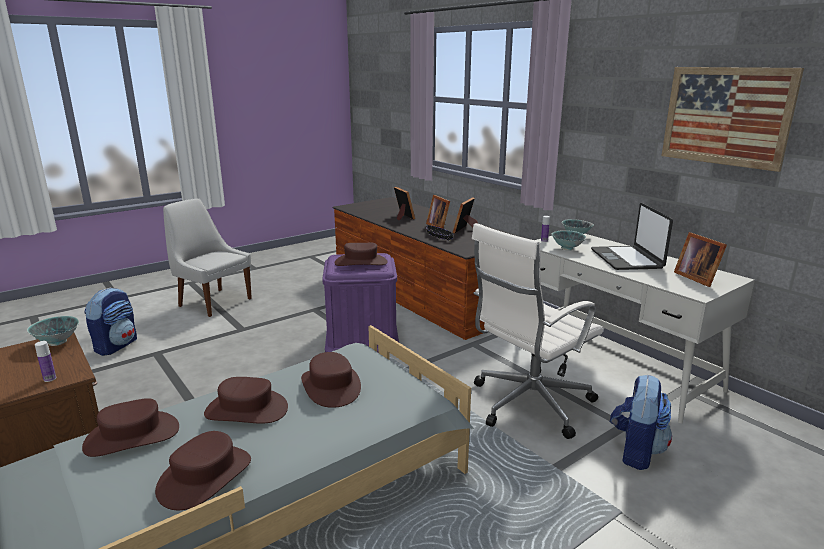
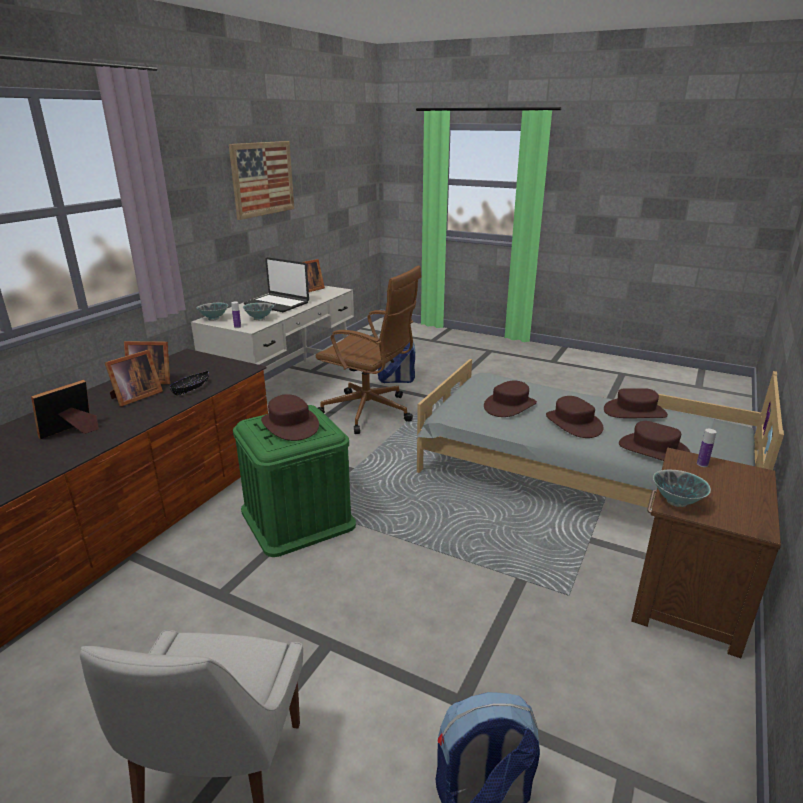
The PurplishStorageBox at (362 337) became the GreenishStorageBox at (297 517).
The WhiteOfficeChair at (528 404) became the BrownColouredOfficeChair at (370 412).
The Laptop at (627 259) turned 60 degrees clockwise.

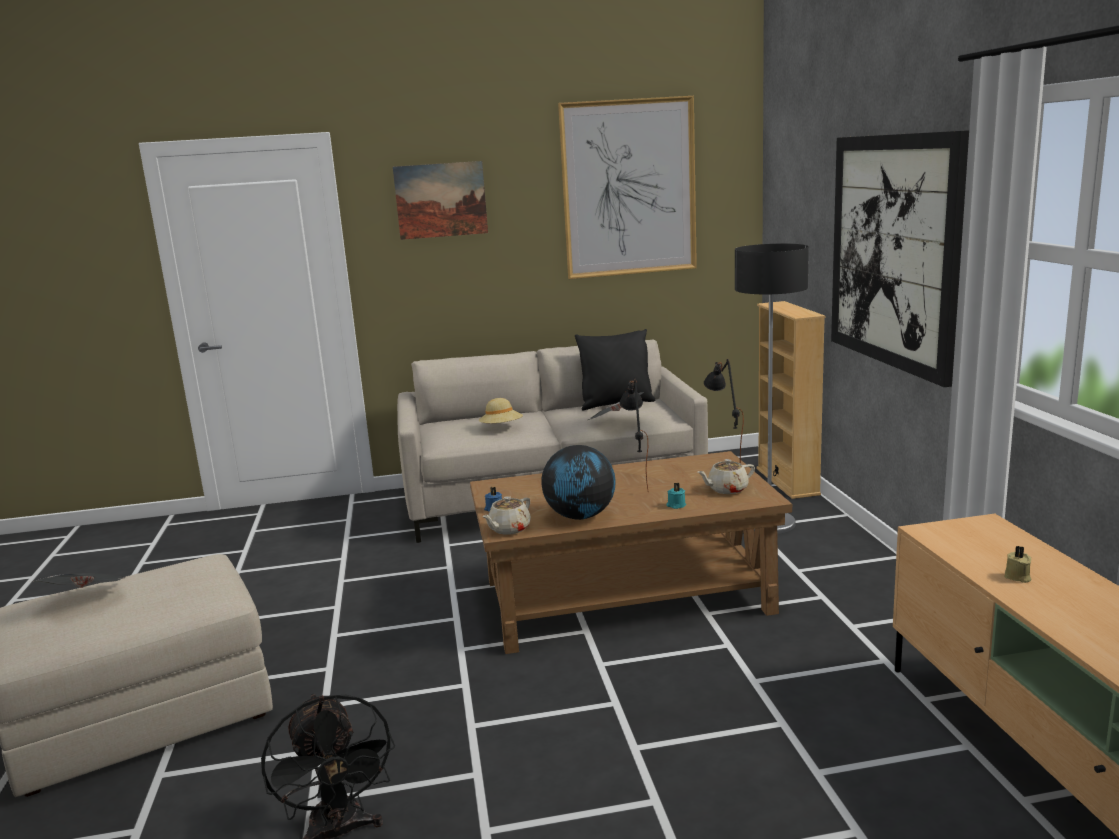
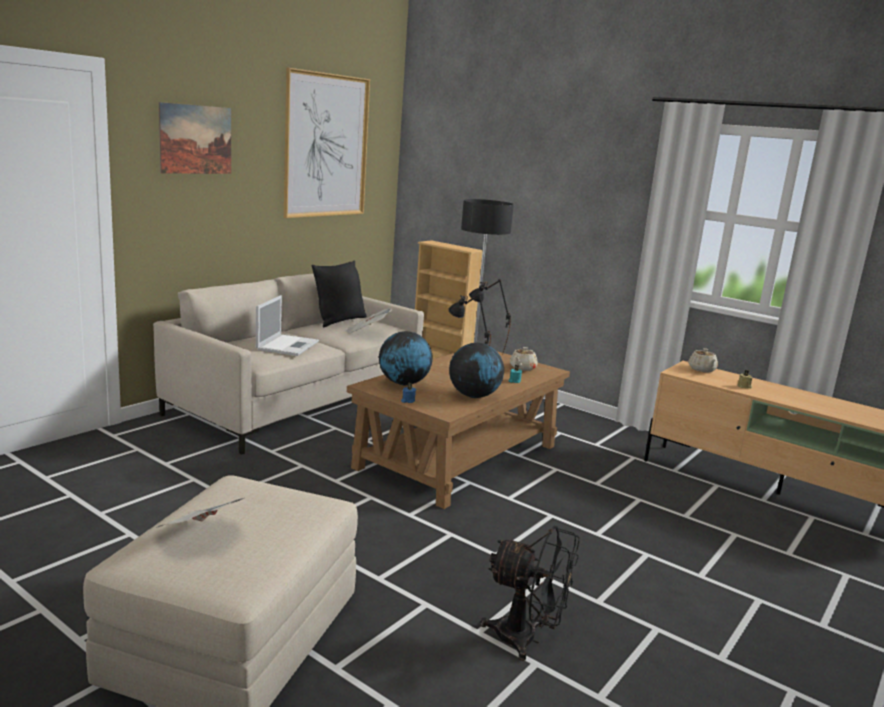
The WallArt at (893 251) disappeared.
The DeskGlobe at (403 383) appeared.
The BeigeColouredTeapot moved from (508 529) to (702 370).
The BeigeColouredWearableHat at (501 428) was replaced by the Laptop at (288 345).

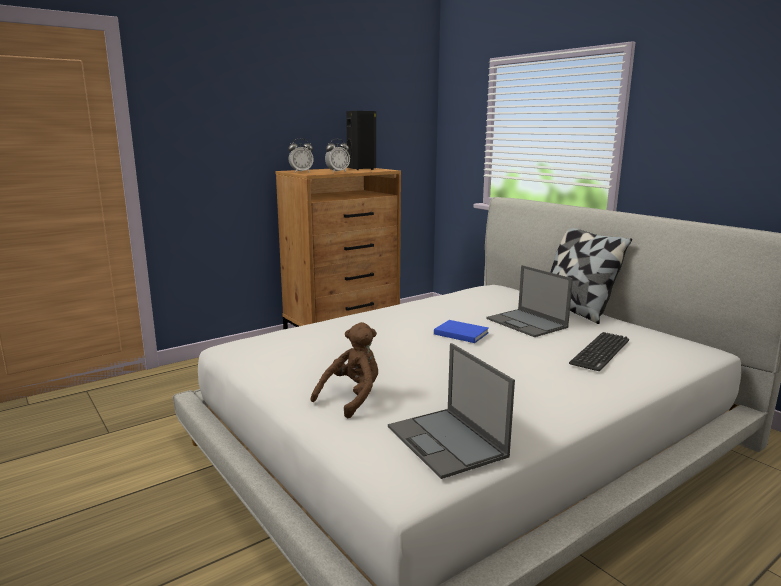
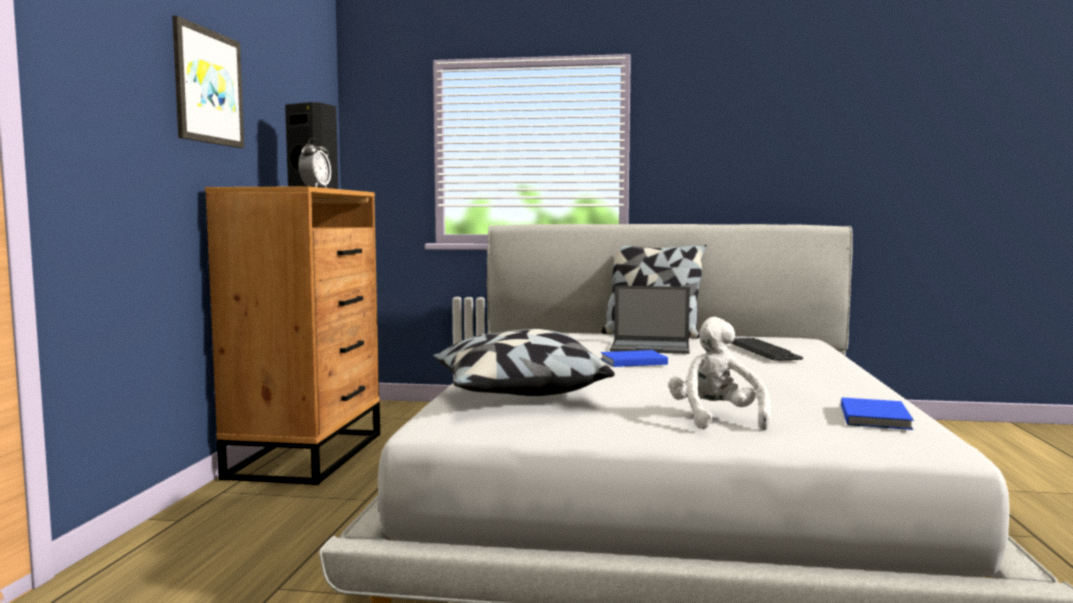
The BedsideClock at (301 172) disappeared.
The WallArt at (207 87) appeared.
The Cushion at (516 393) appeared.
The Laptop at (447 442) was replaced by the BluishBook at (876 417).
The BrownColouredPlushToy at (352 398) became the WhitePlushToy at (716 419).

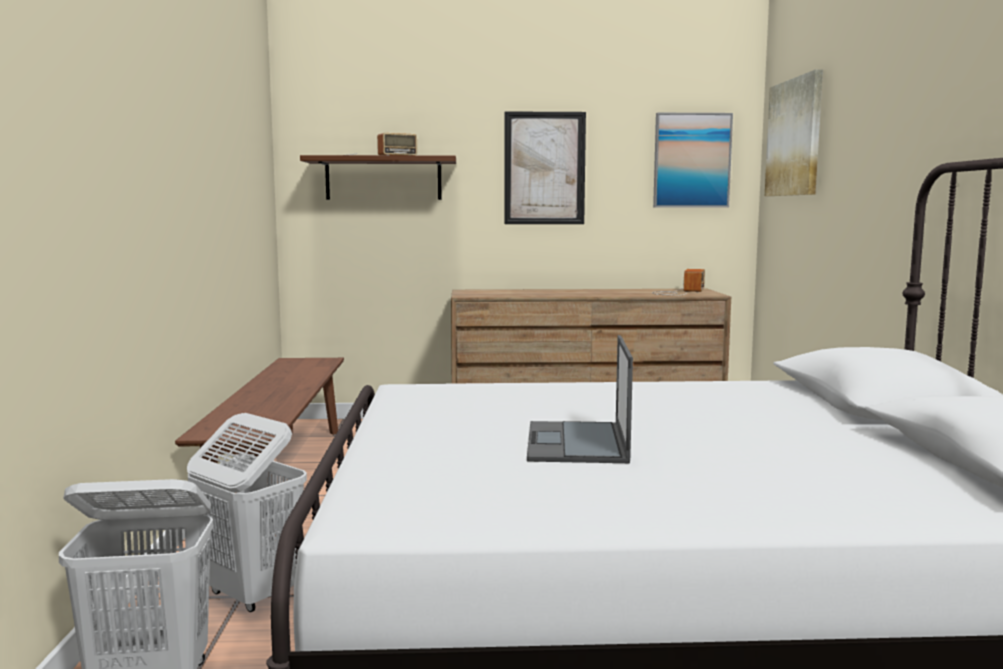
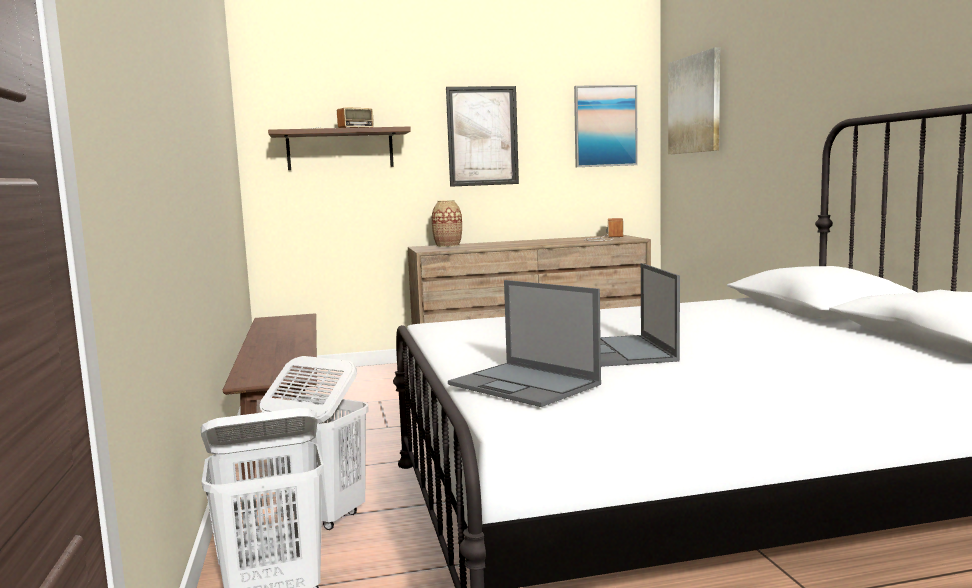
The DecorativeVase at (447 245) appeared.
The Laptop at (525 385) appeared.

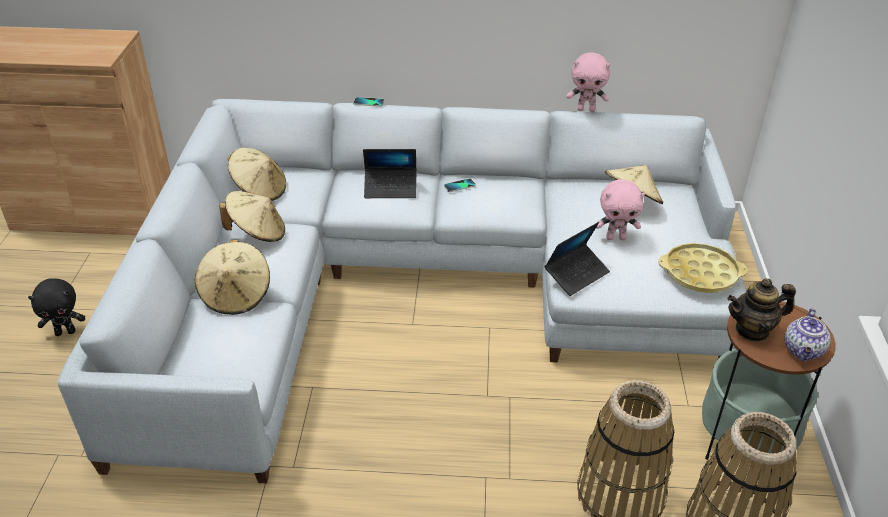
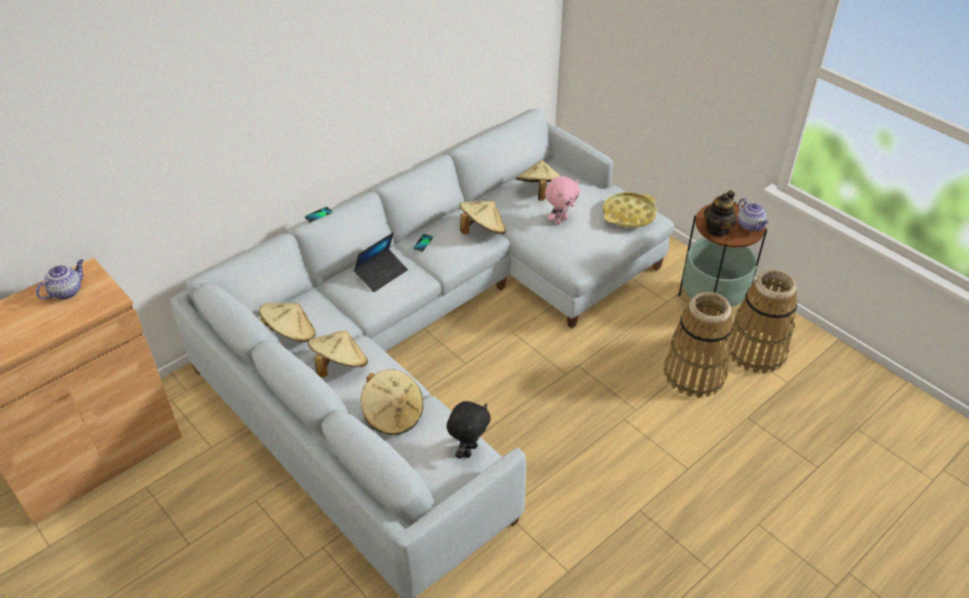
The Laptop at (576 274) disappeared.
The PinkishPlushToy at (586 109) disappeared.
The Teapot at (67 291) appeared.
The BeigeColouredWearableHat at (482 231) appeared.
The BlackColouredPlushToy moved from (66 332) to (469 450).

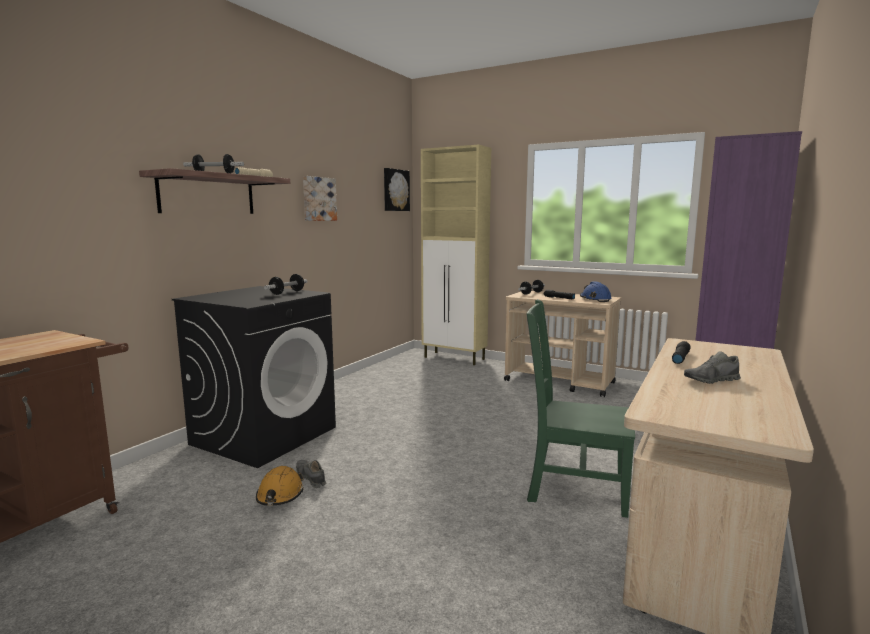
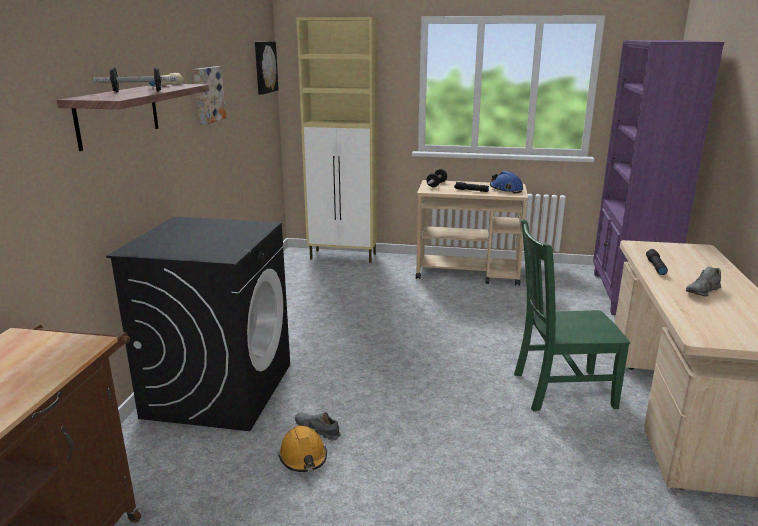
The FreeWeight at (287 292) disappeared.

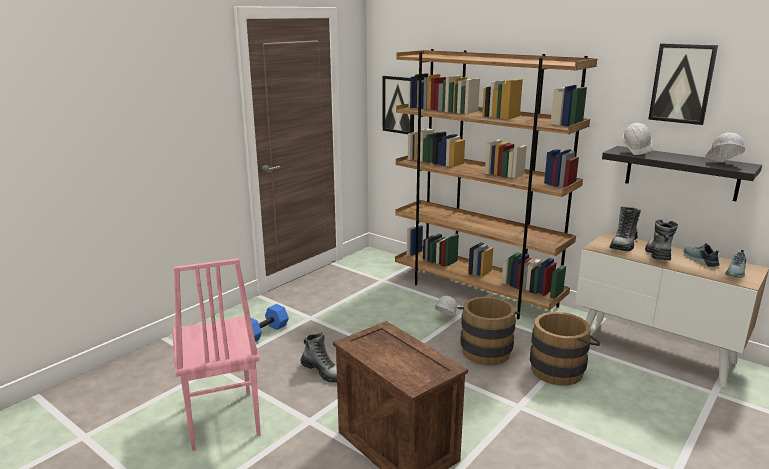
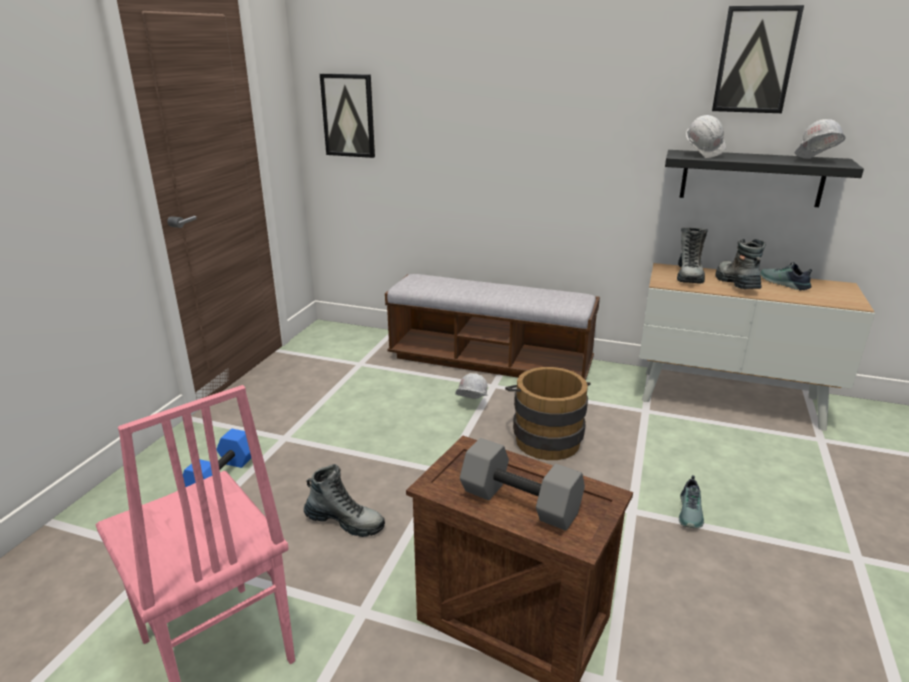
The BrownColouredWaterBucket at (560 369) disappeared.
The GreyishFreeWeight at (522 502) appeared.
The LowShoe moved from (736 272) to (691 512).
The BrownColouredBookshelf at (476 292) was replaced by the LongSeat at (490 361).

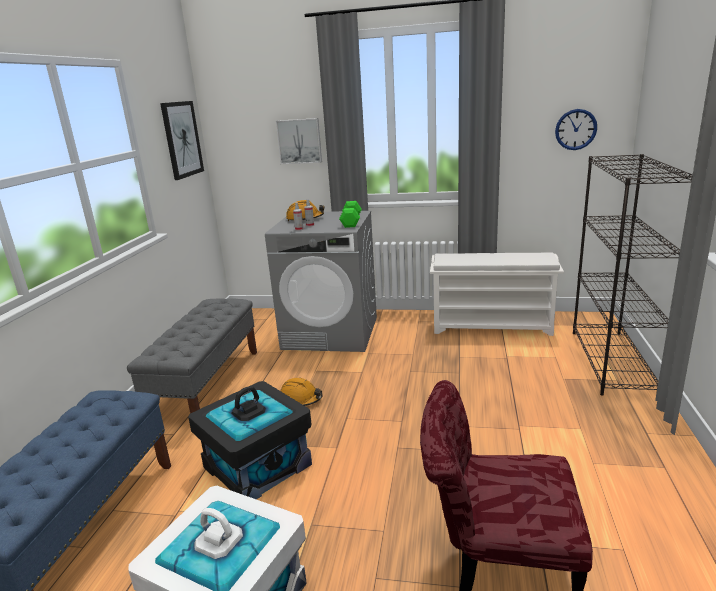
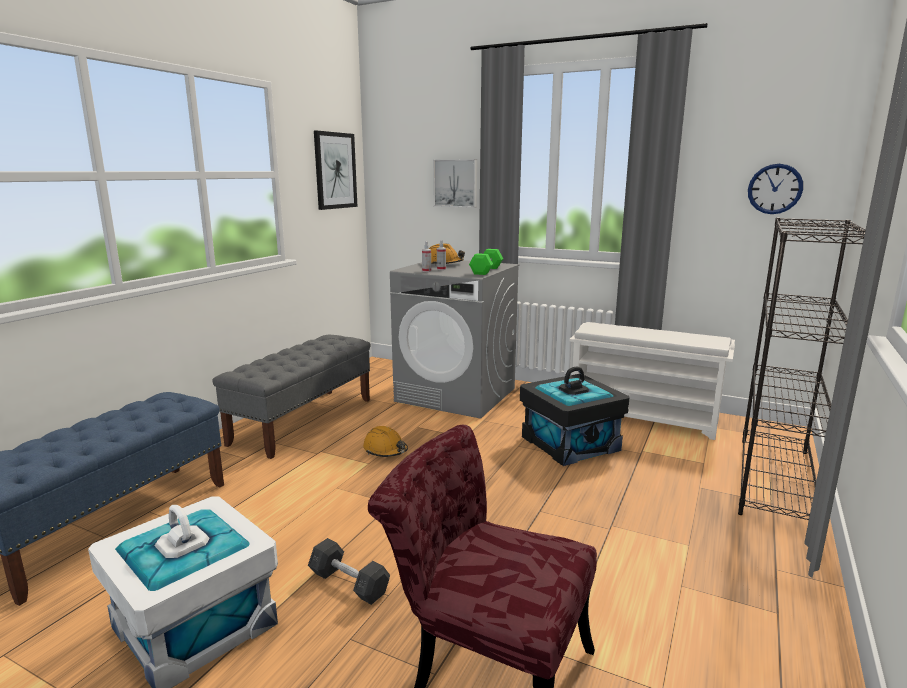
The GreyishFreeWeight at (349 583) appeared.
The BlackColouredStorageBox moved from (257 465) to (570 443).

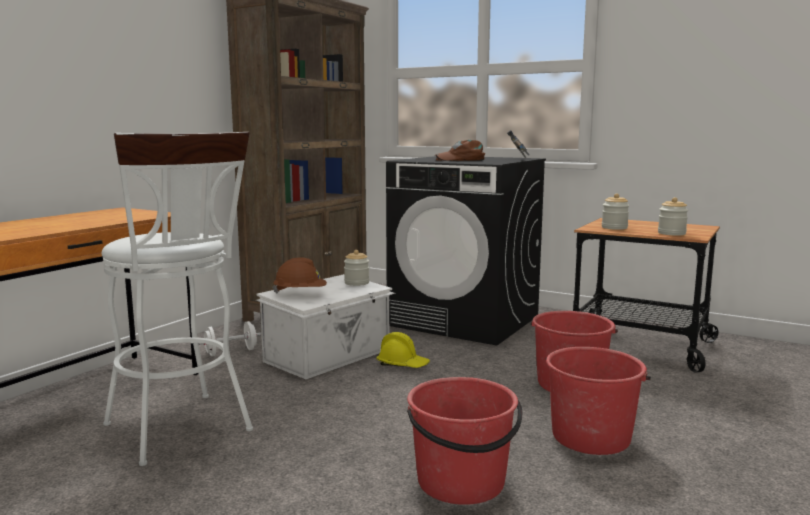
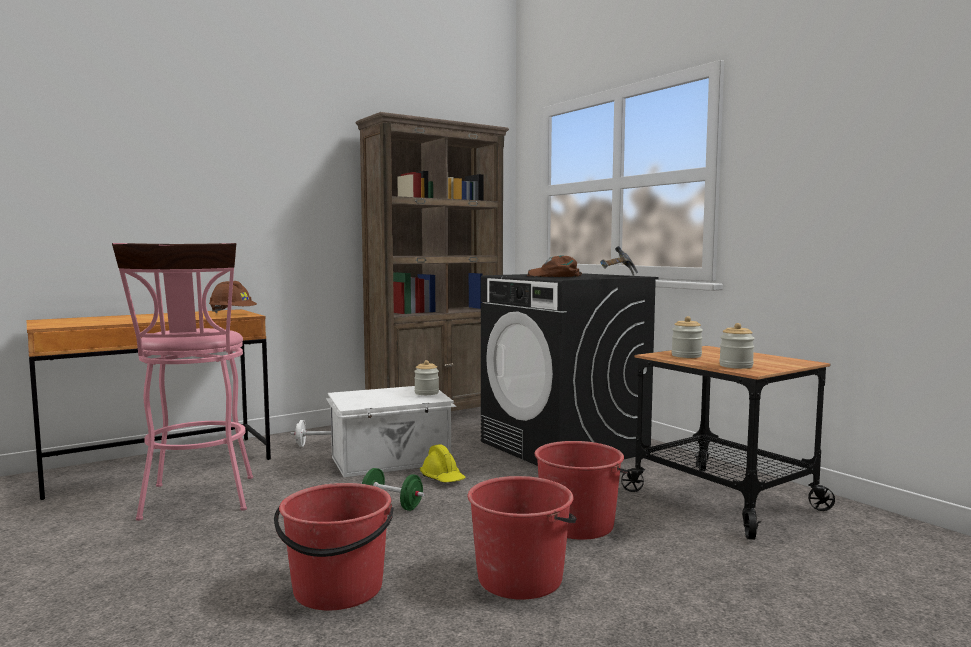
The GreenishFreeWeight at (392 505) appeared.
The BrownColouredHardHat moved from (300 293) to (232 314).
The WhiteStool at (183 431) became the PinkishStool at (198 501).

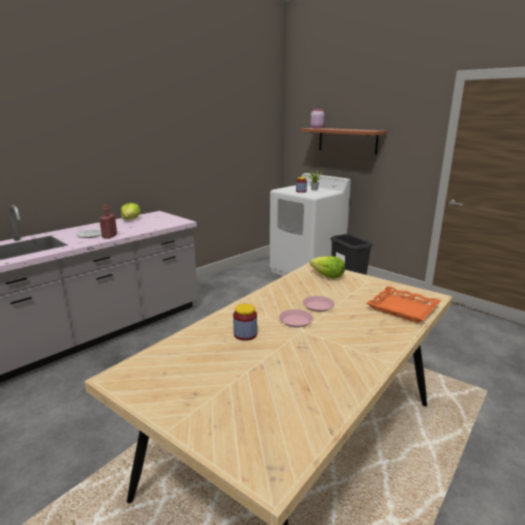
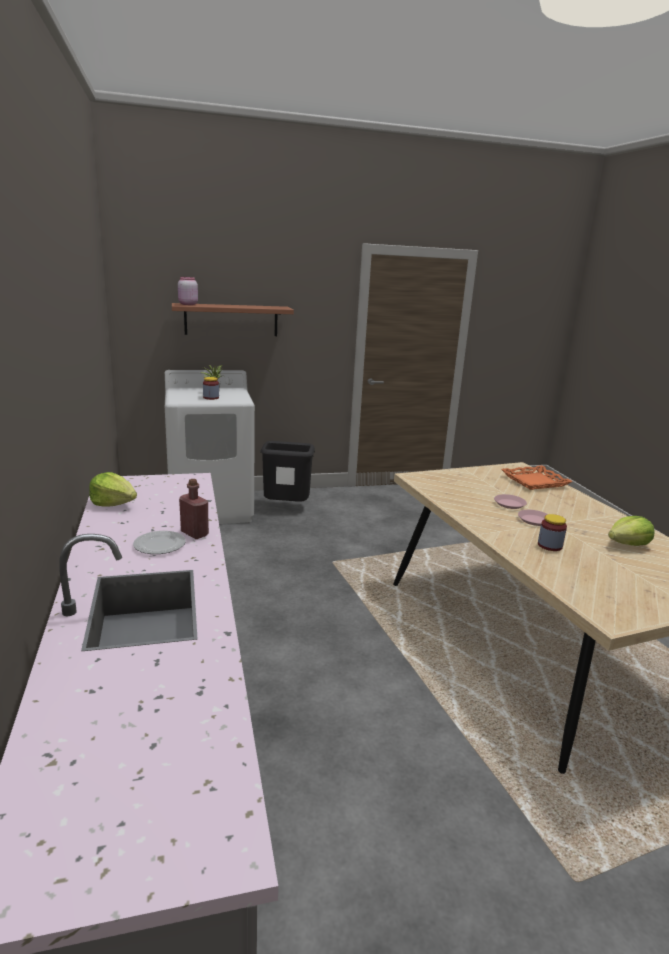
The Lettuce moved from (327 276) to (628 544).

